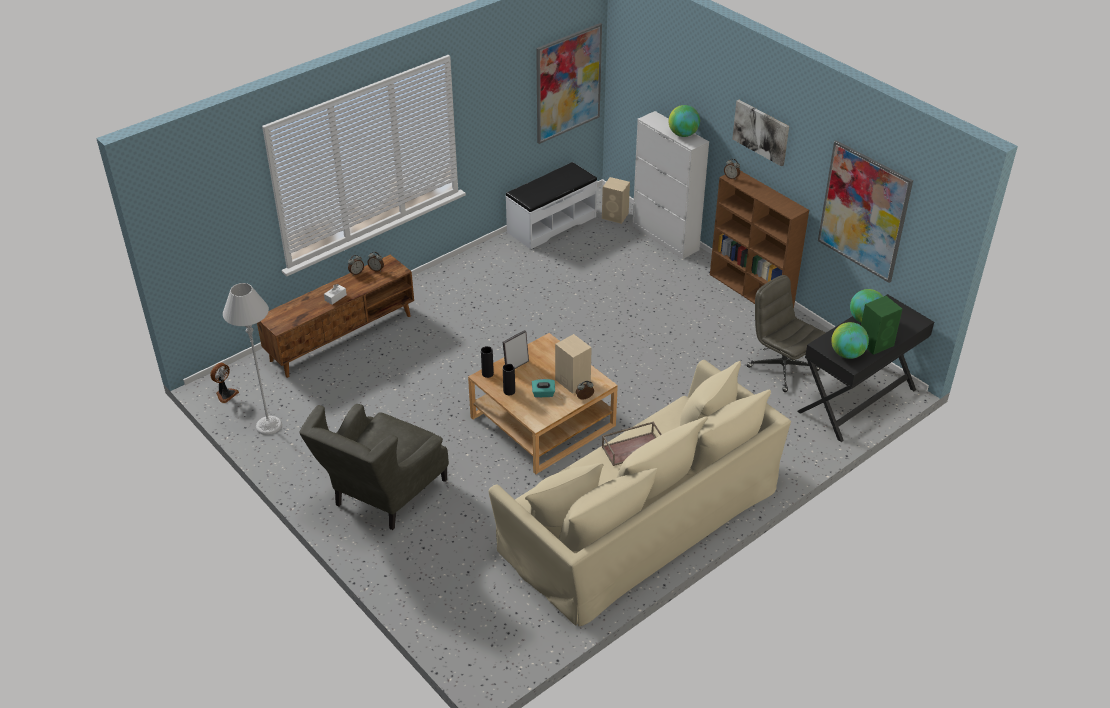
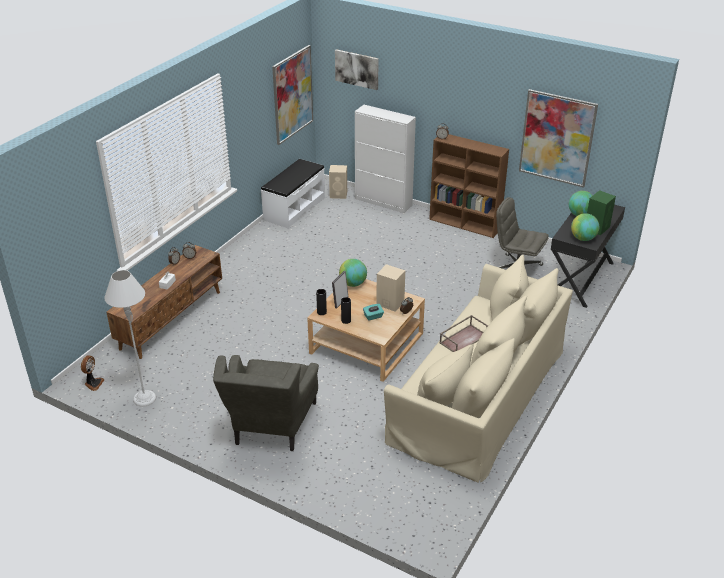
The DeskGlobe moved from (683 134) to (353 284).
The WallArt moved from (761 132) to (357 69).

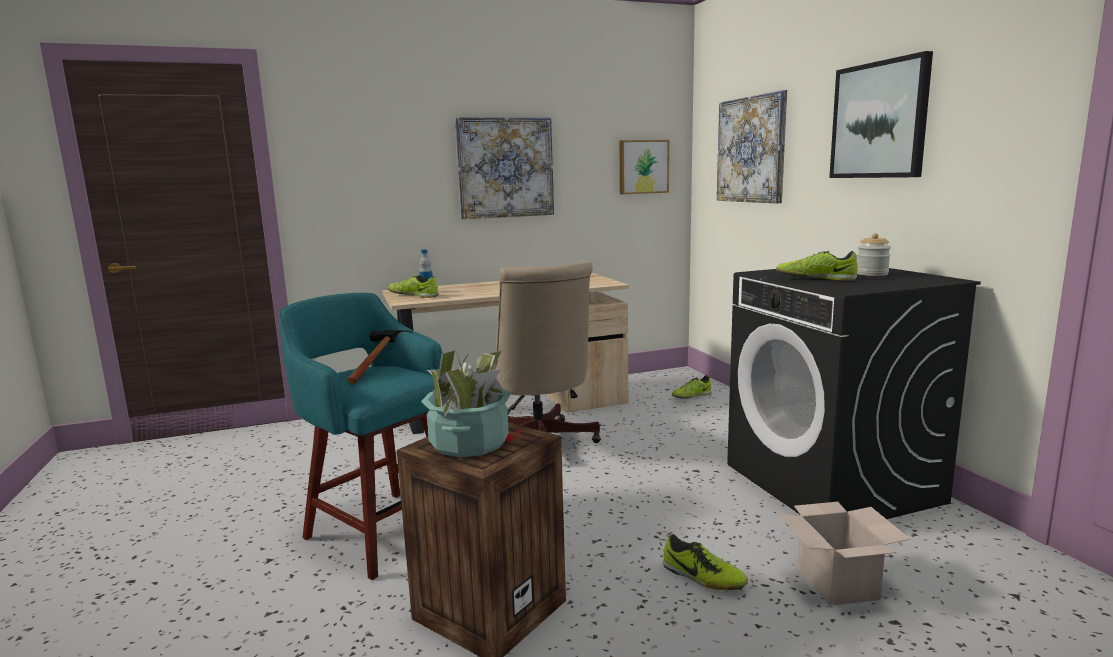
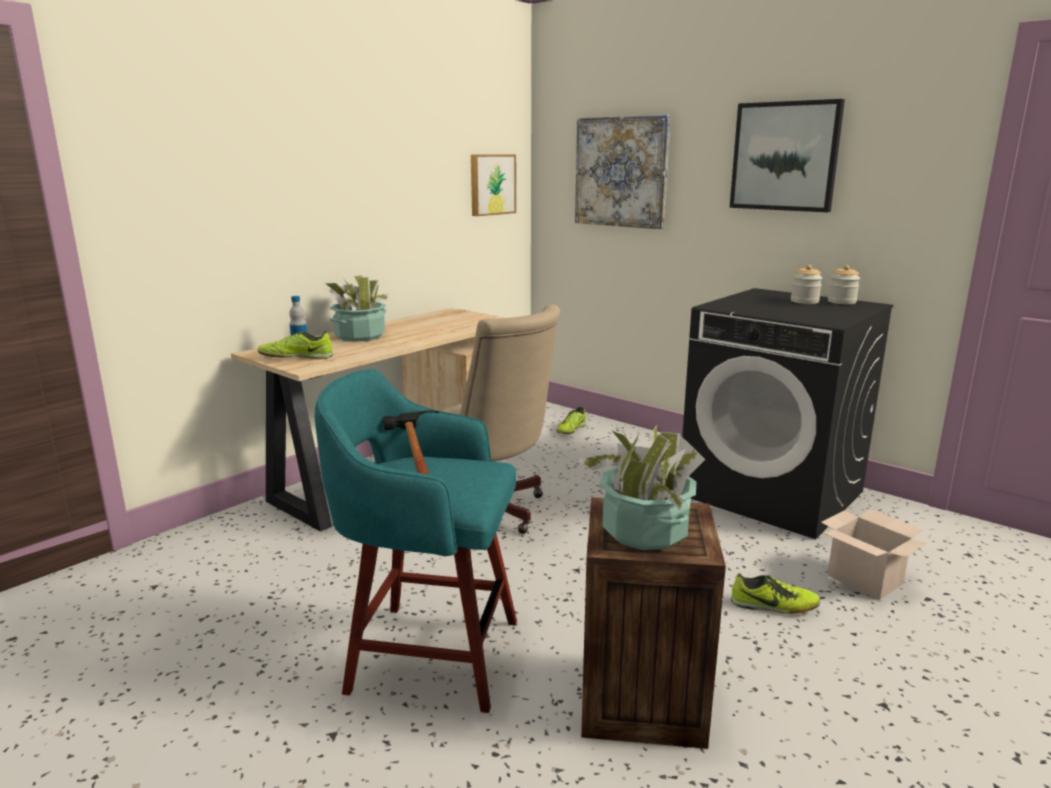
The WallArt at (505 168) disappeared.
The LowShoe at (815 279) disappeared.
The PlantInAPot at (360 336) appeared.
The Jar at (841 302) appeared.

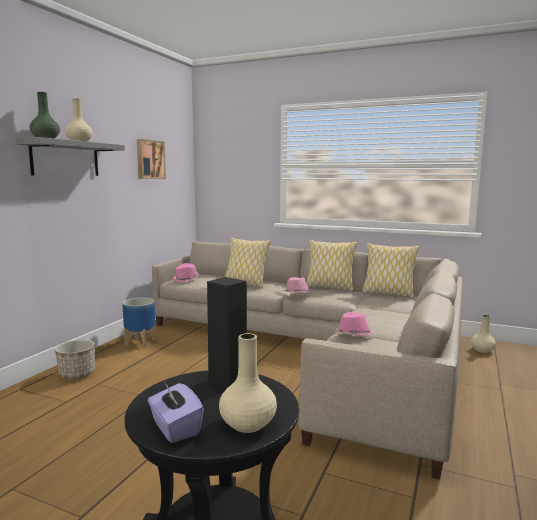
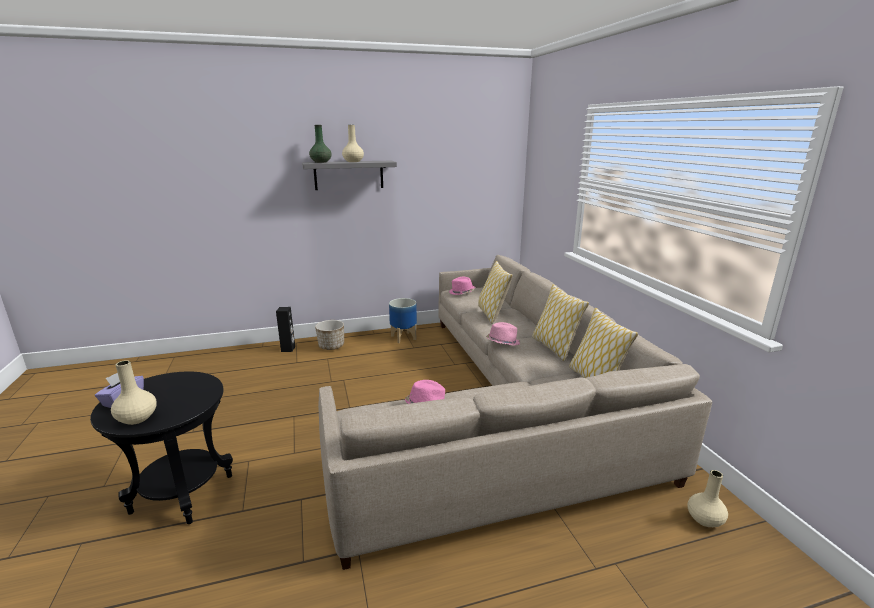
The WallArt at (150 159) disappeared.
The BlackColouredSpeaker moved from (228 380) to (288 349).

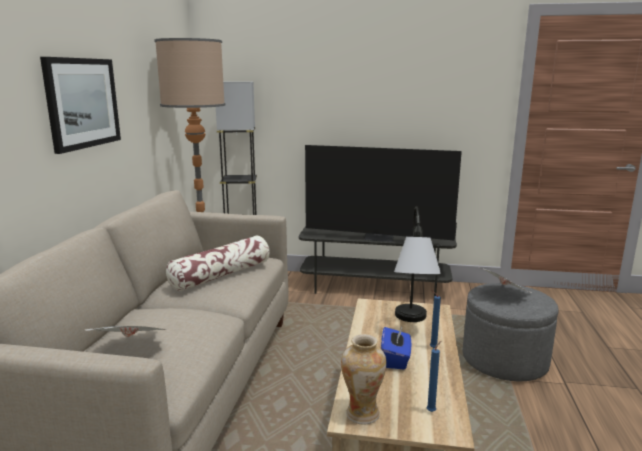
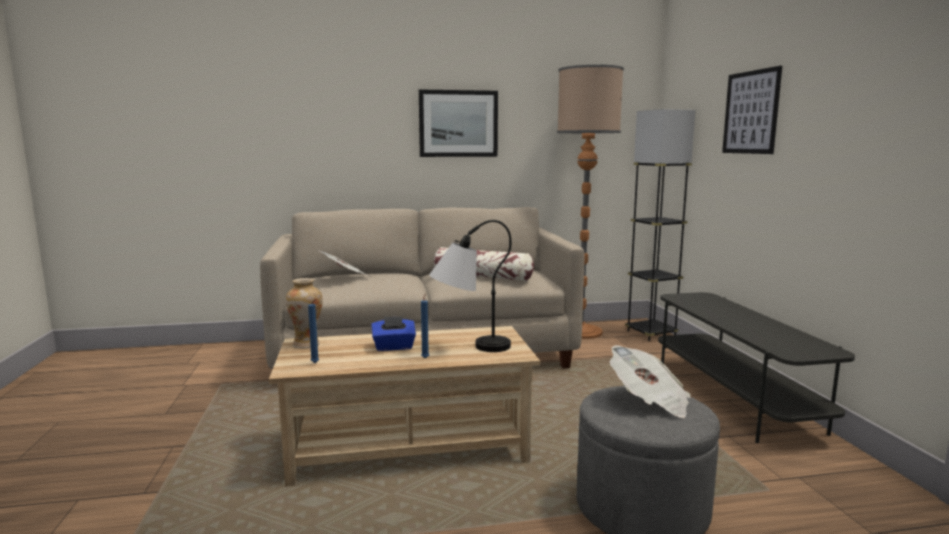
The TvSet at (379 238) disappeared.
The WallArt at (751 112) appeared.

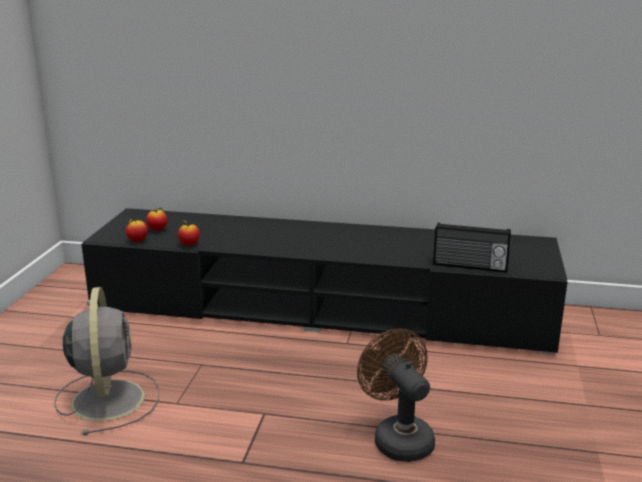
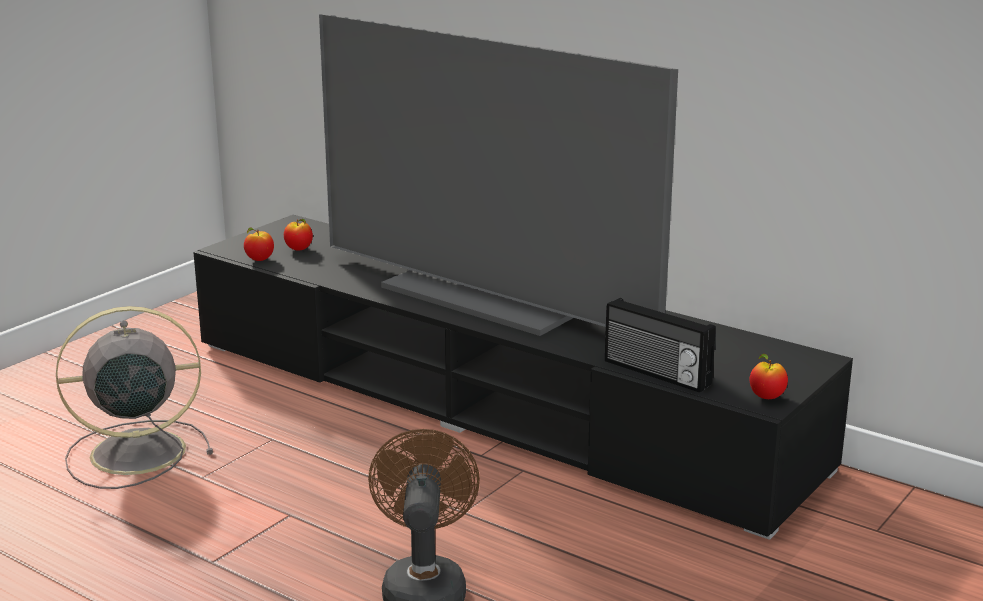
The TvSet at (490 296) appeared.
The AppleFruit moved from (189 245) to (766 397).
The GreyishCoolingFan at (108 398) turned 120 degrees counterclockwise.

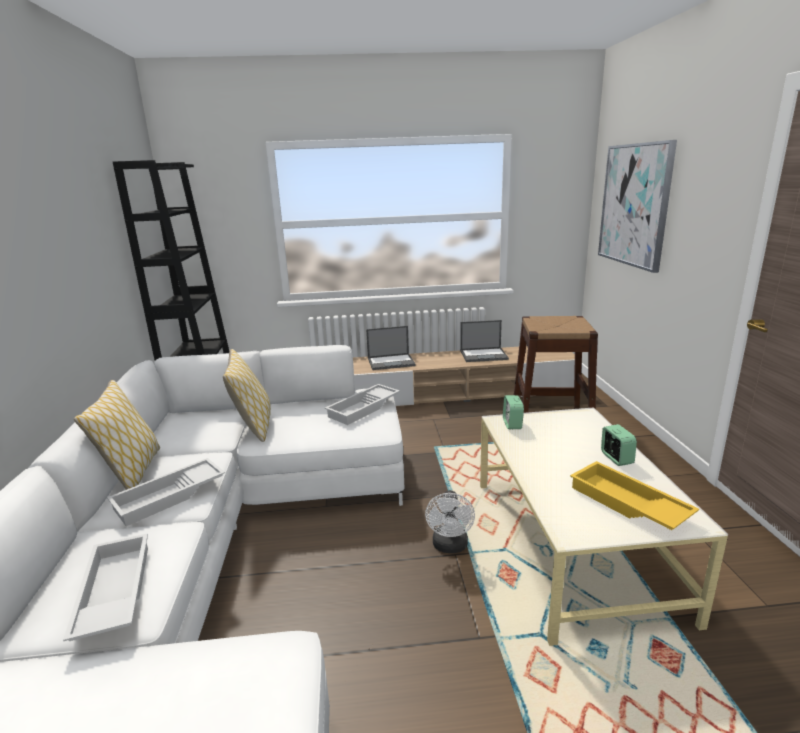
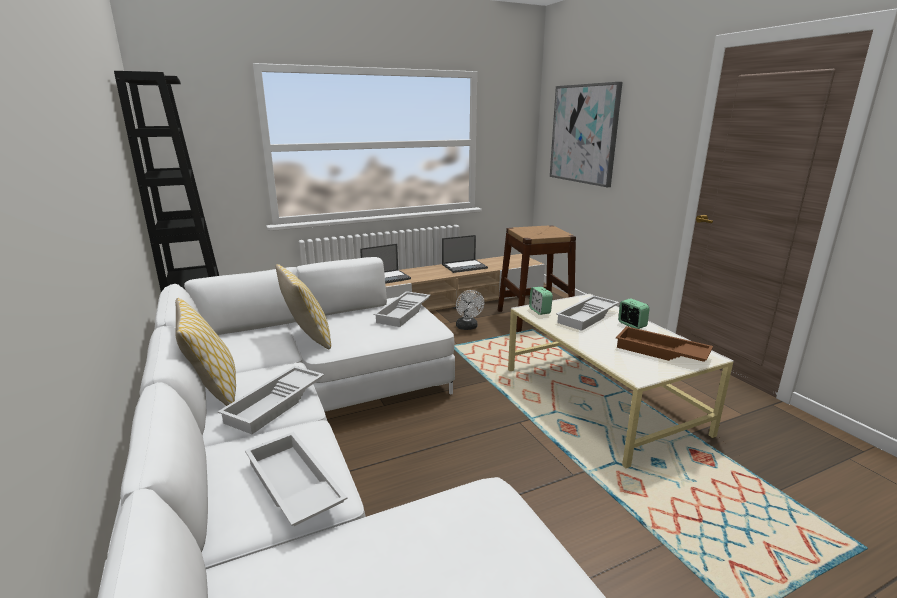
The WhiteTray at (588 317) appeared.
The WhiteCoolingFan moved from (450 546) to (468 327).
The YellowishTray at (627 504) became the BrownColouredTray at (660 352).

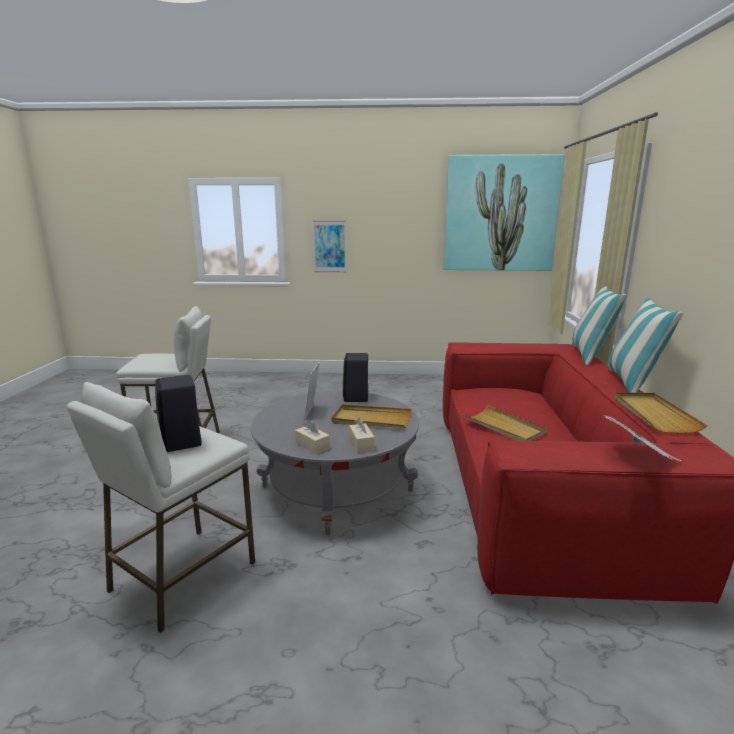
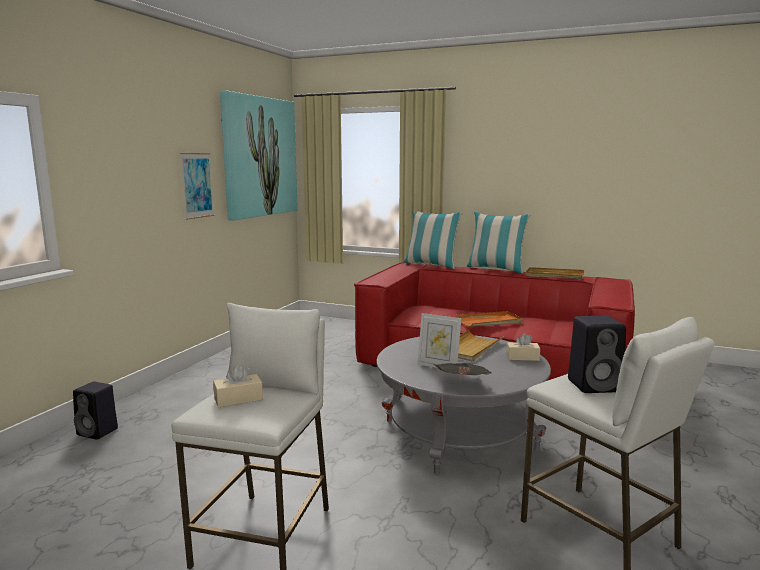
The BeigeColouredTissueHolder moved from (312 445) to (238 399).
The WallArt moved from (329 246) to (197 185).
The BlackColouredSpeaker moved from (356 398) to (98 432).
The DailyPaper moved from (638 456) to (462 384).
The BeigeColouredTray at (504 427) became the OrangeTray at (489 321).

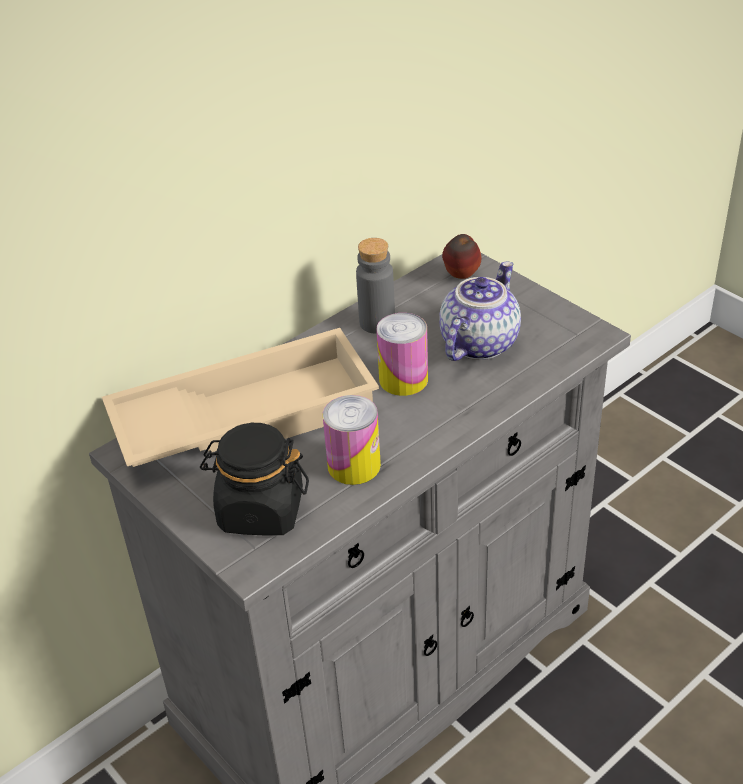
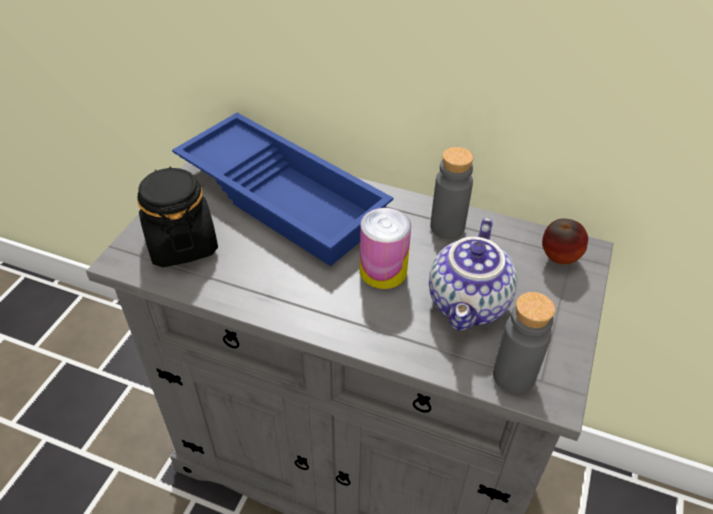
The MetalCan at (354 465) disappeared.
The GreyishDrinkBottle at (513 376) appeared.
The BeigeColouredTray at (245 414) became the BluishTray at (284 195).
The Teapot at (478 342) turned 105 degrees clockwise.

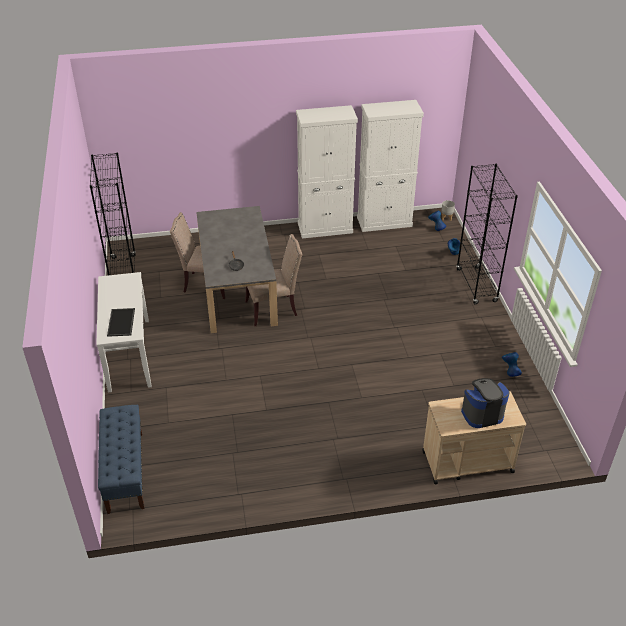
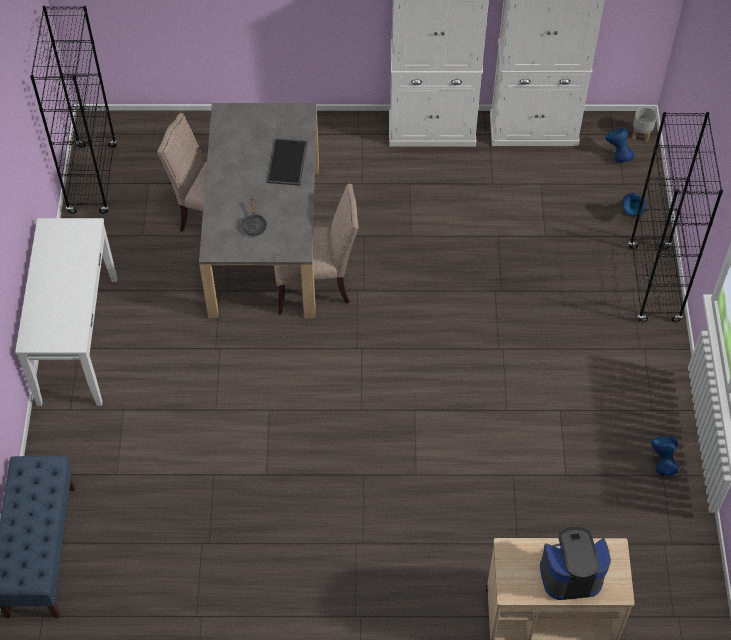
The Tray moved from (122 322) to (288 162).

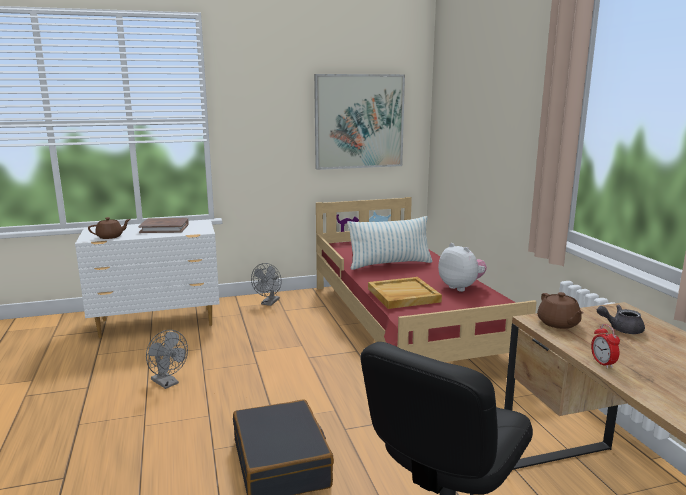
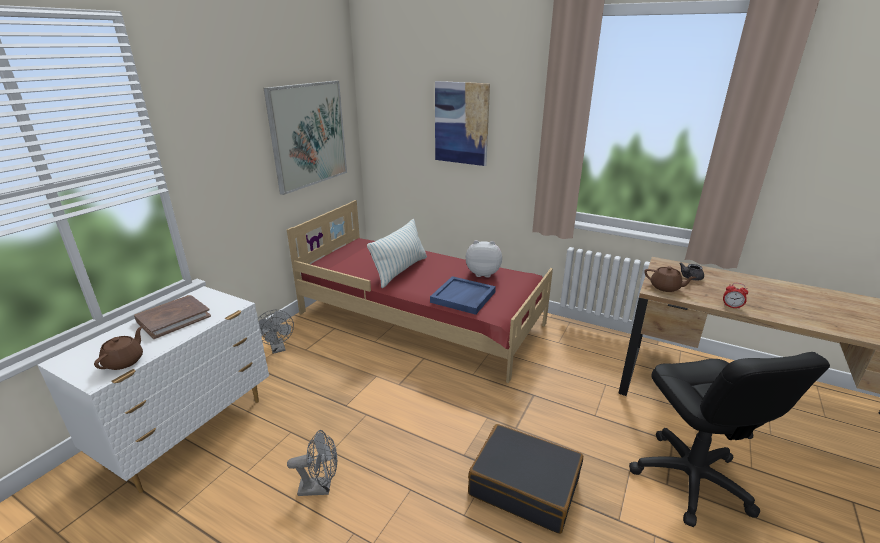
The WallArt at (461 123) appeared.
The BeigeColouredTray at (403 295) became the BluishTray at (463 297).

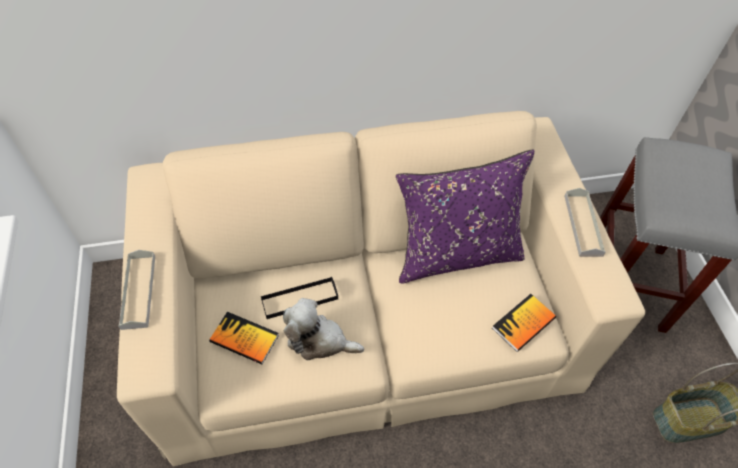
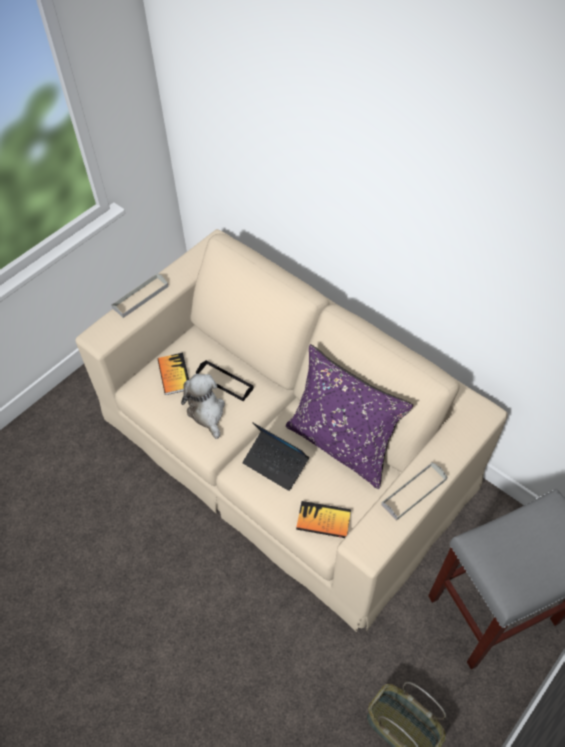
The Laptop at (275 463) appeared.

